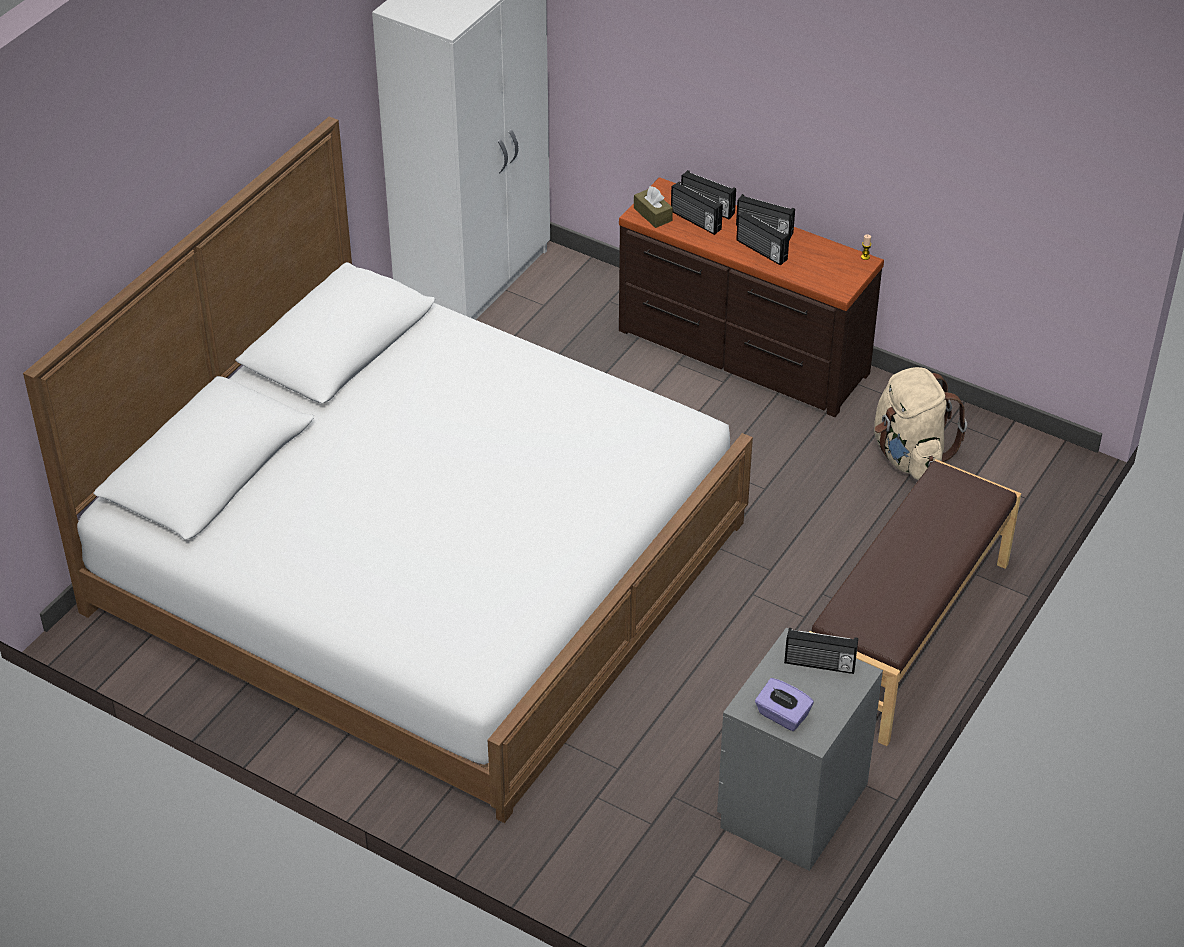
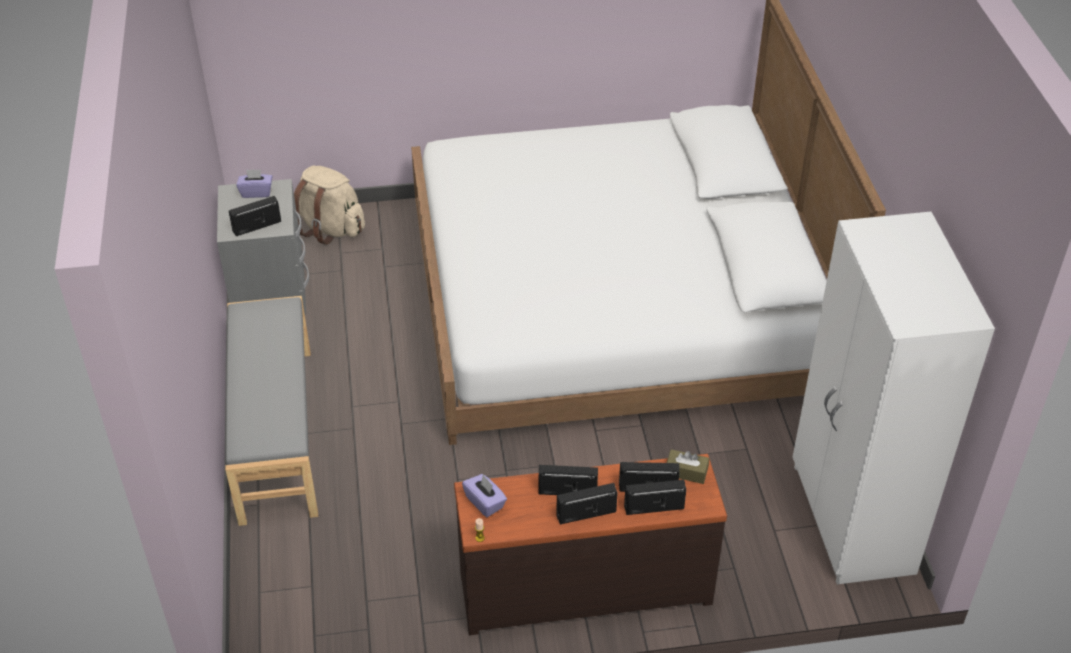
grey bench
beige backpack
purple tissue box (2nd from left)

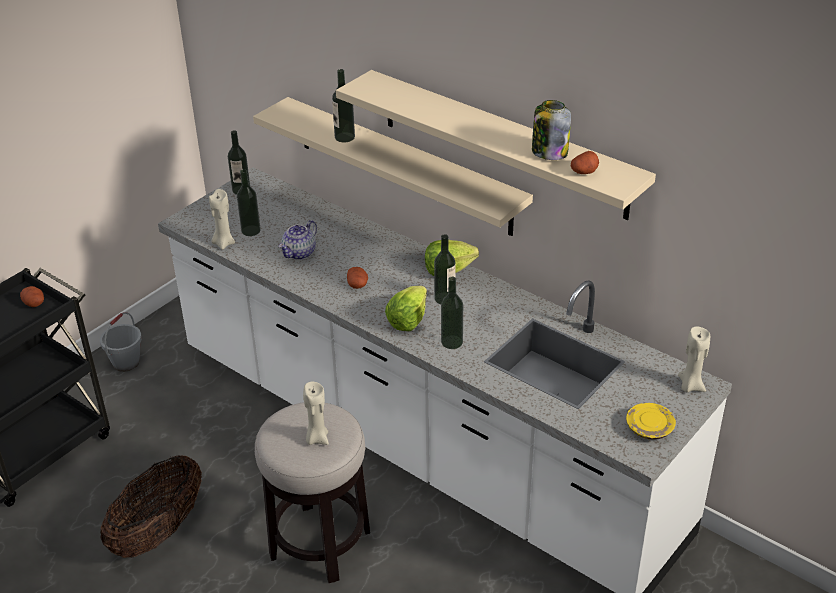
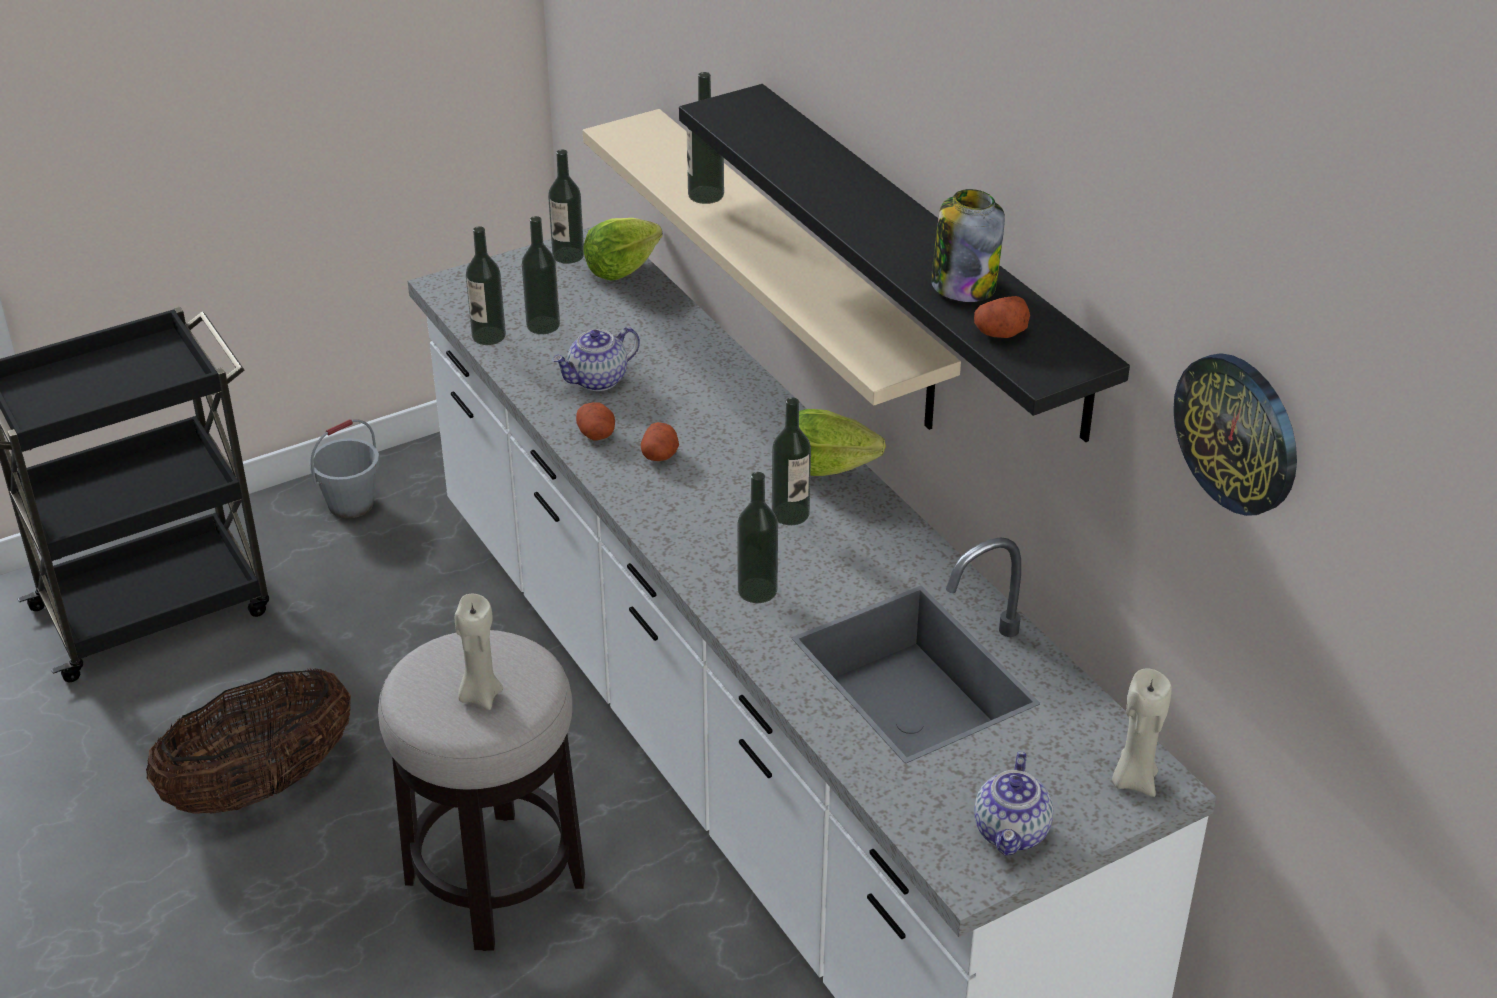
potato (1st from left)
bottle (1st from left)
black shelf
lettuce (1st from left)
teapot (2nd from left)
wall clock

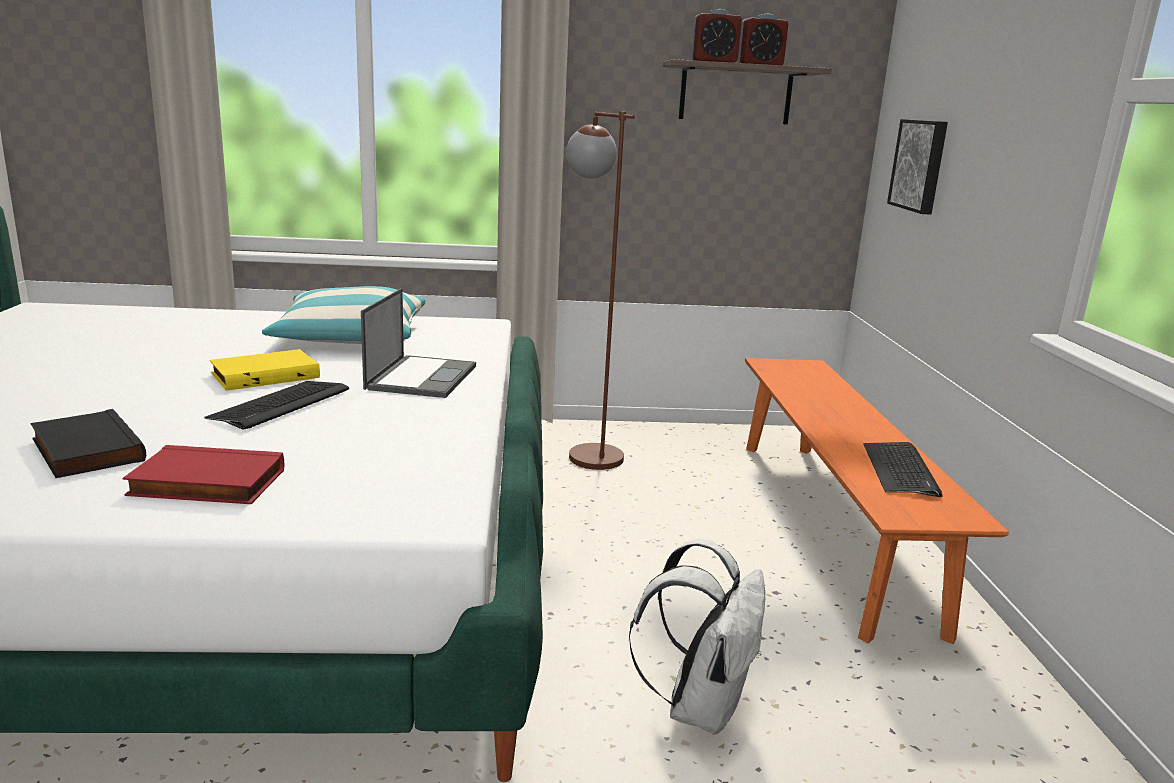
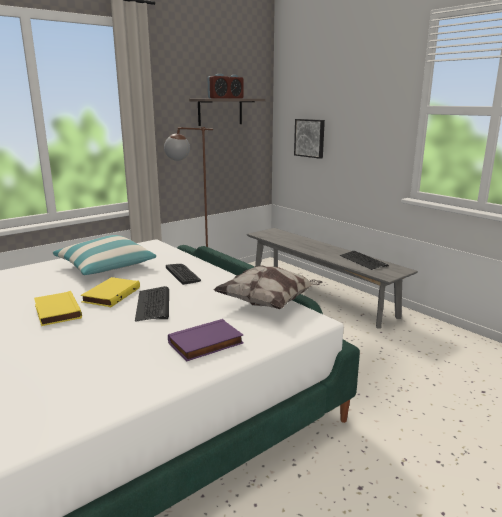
black book
purple book
keyboard (2nd from left)
white backpack
grey bench
yellow book (1st from left)
pillow (2nd from left)

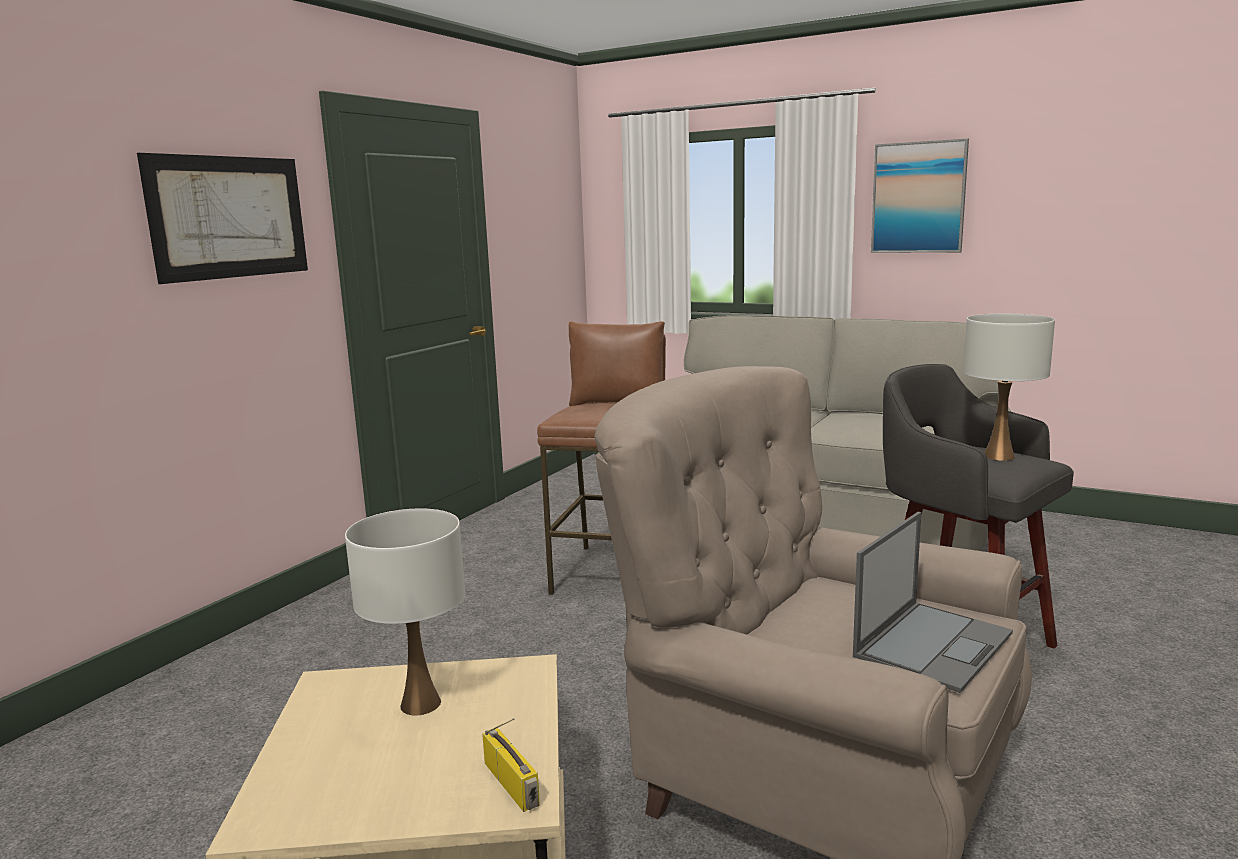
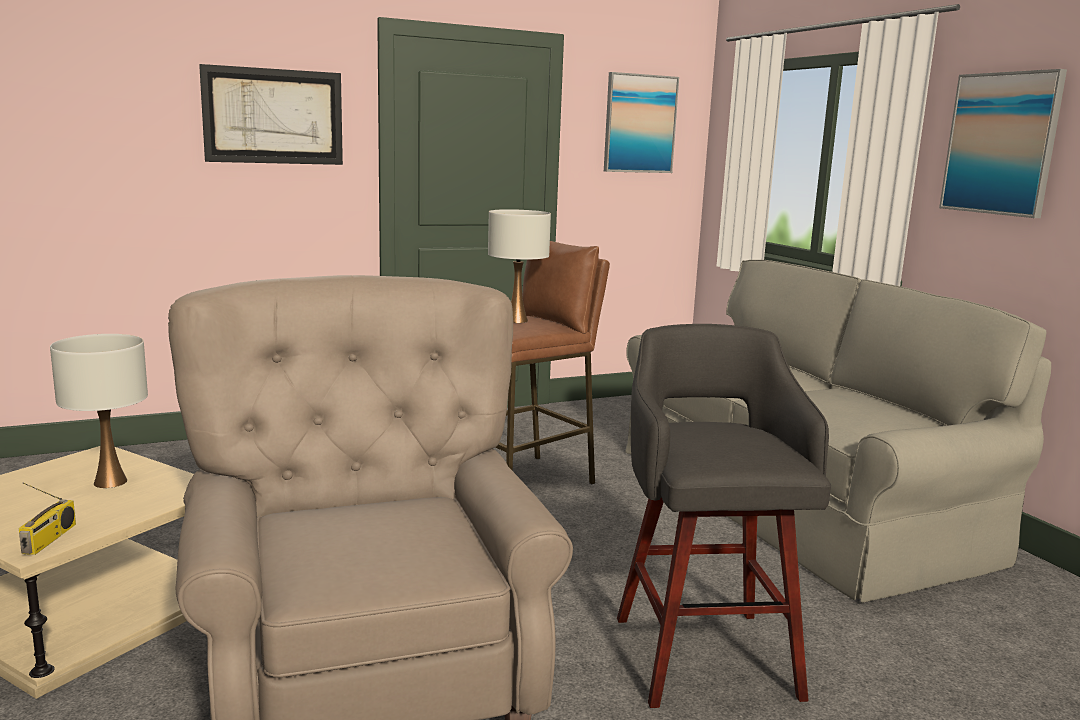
laptop
white table lamp (2nd from left)
picture (2nd from left)

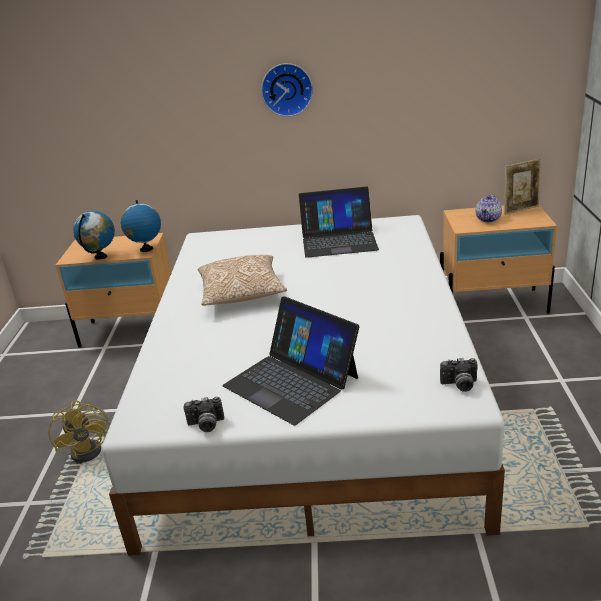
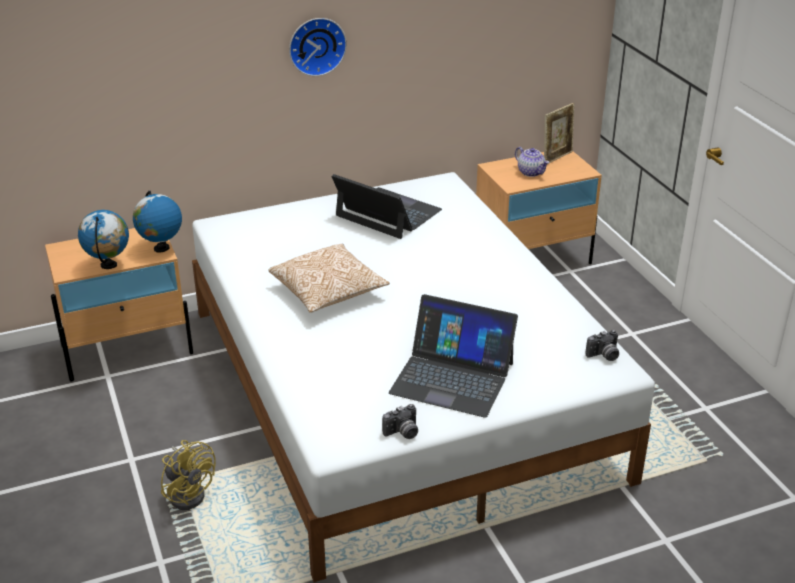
laptop (1st from left)
teapot

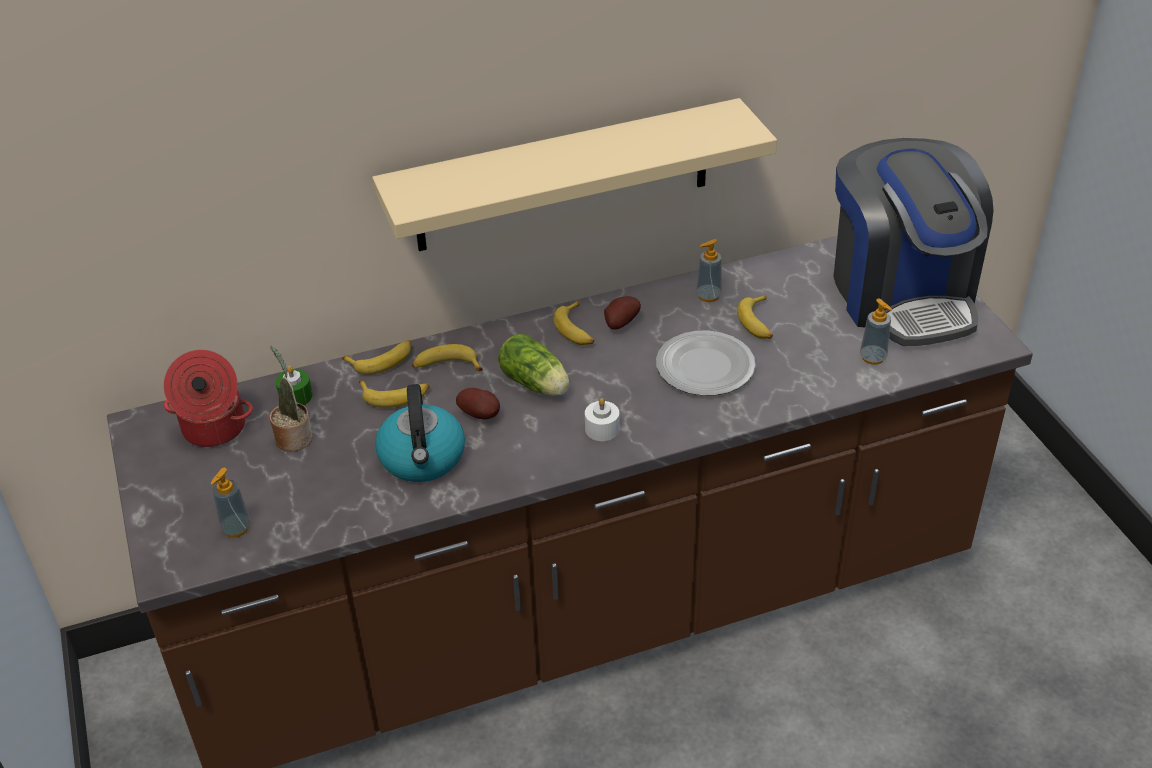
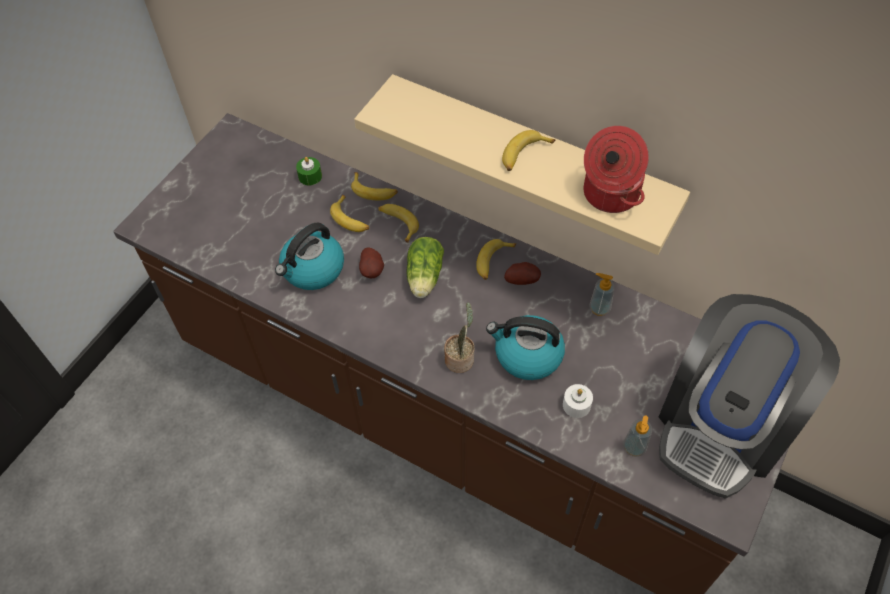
cooking pot
soap dispenser (1st from left in the first image)
potted plant
white candle
kettle (2nd from left)
banana (5th from left)

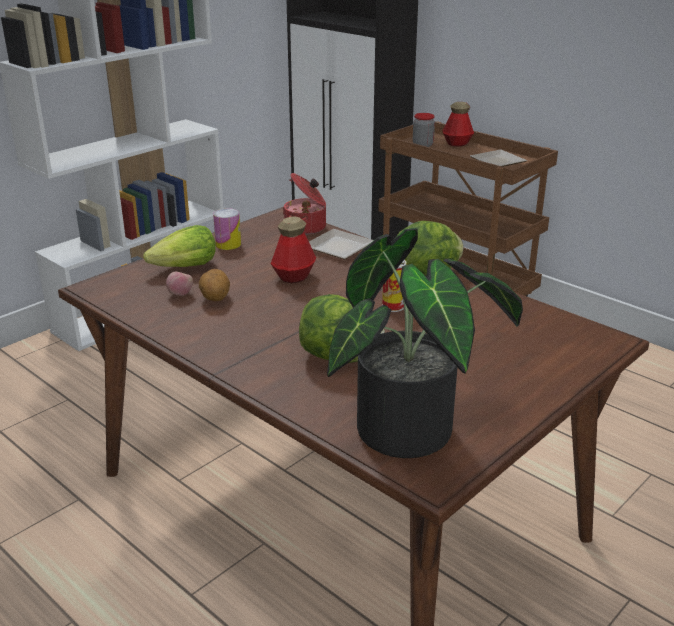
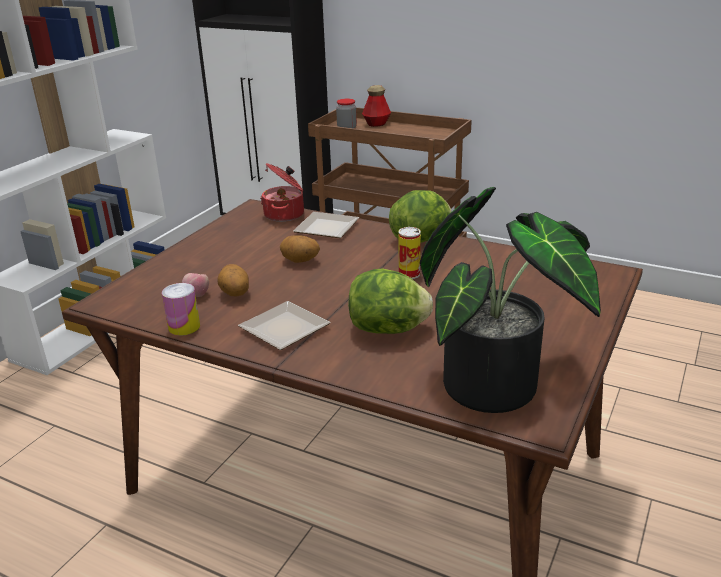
lettuce (1st from left in the first image)
can (1st from left)
potato (2nd from left)
plate (1st from left)

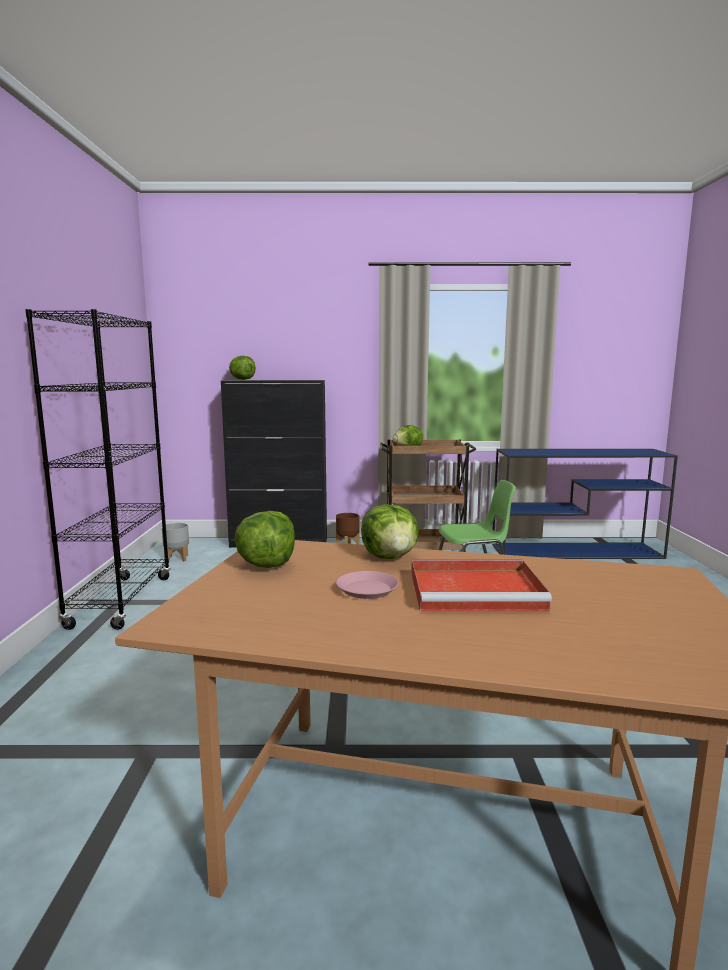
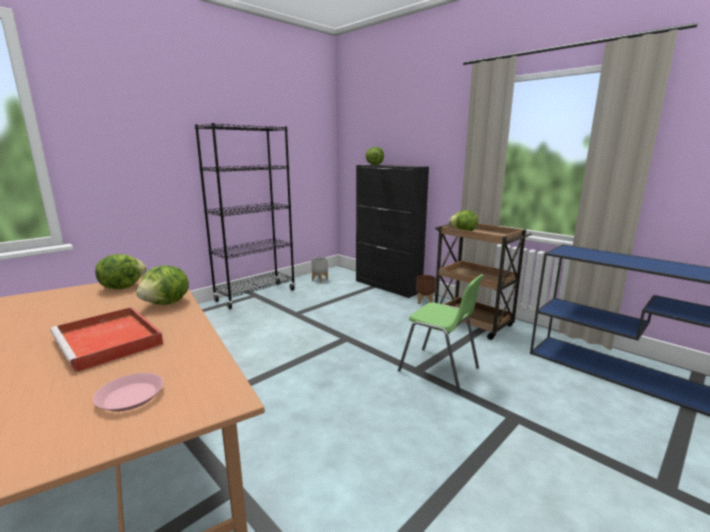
pink plate

